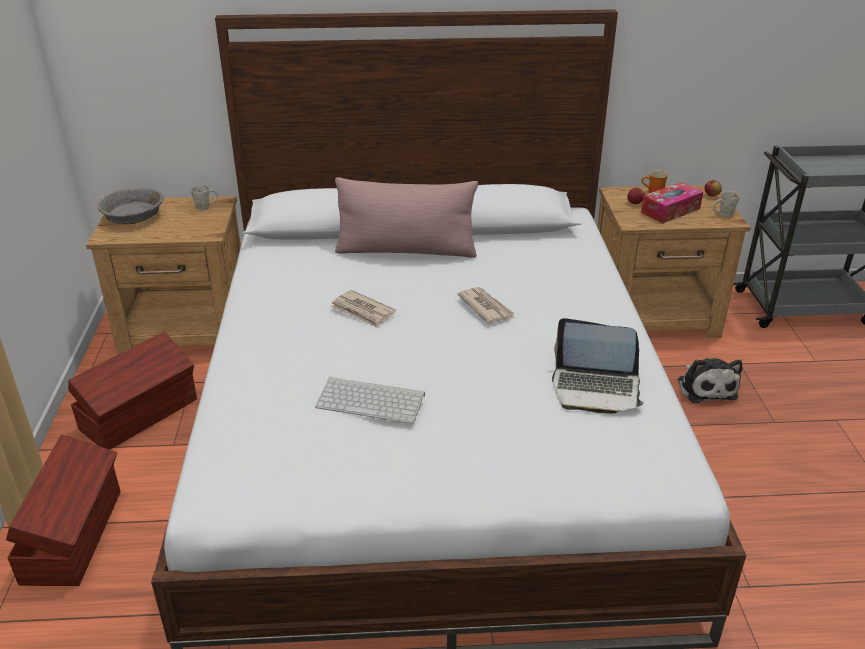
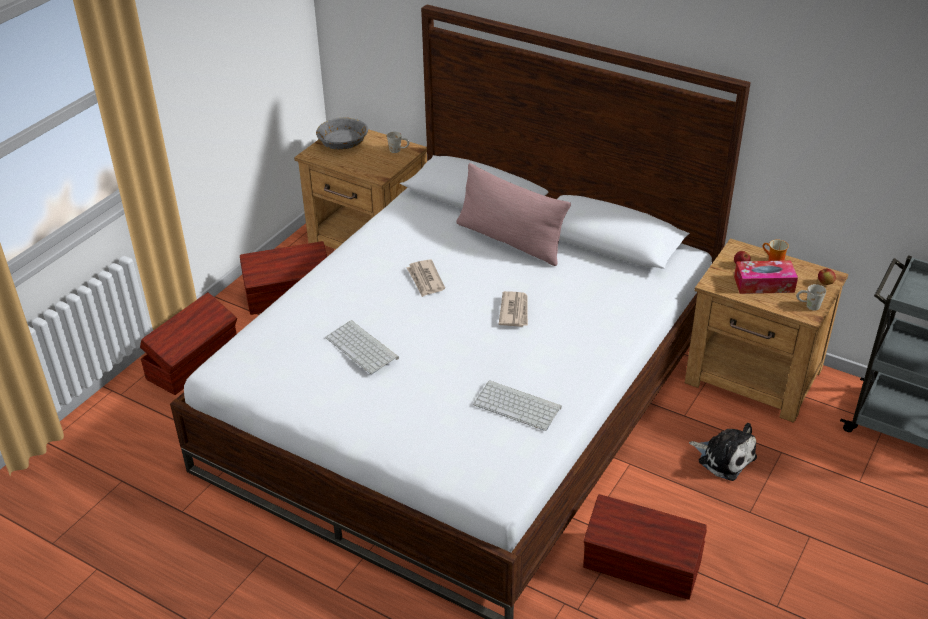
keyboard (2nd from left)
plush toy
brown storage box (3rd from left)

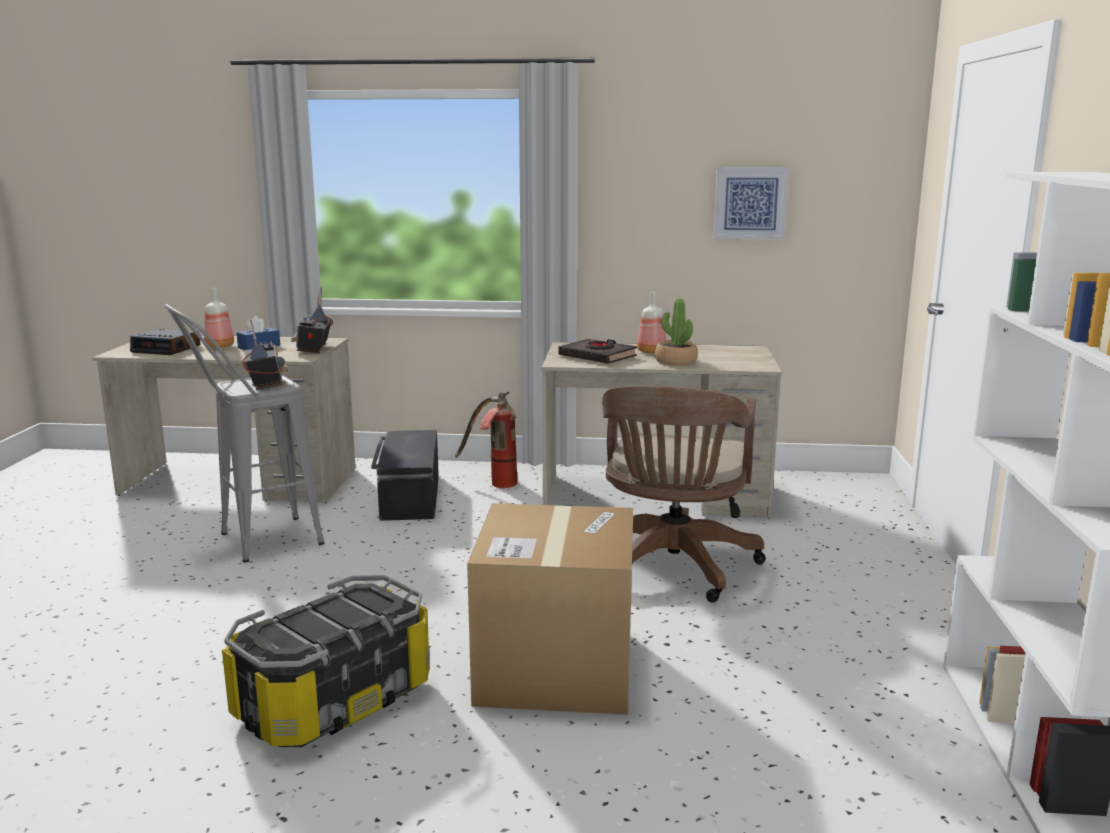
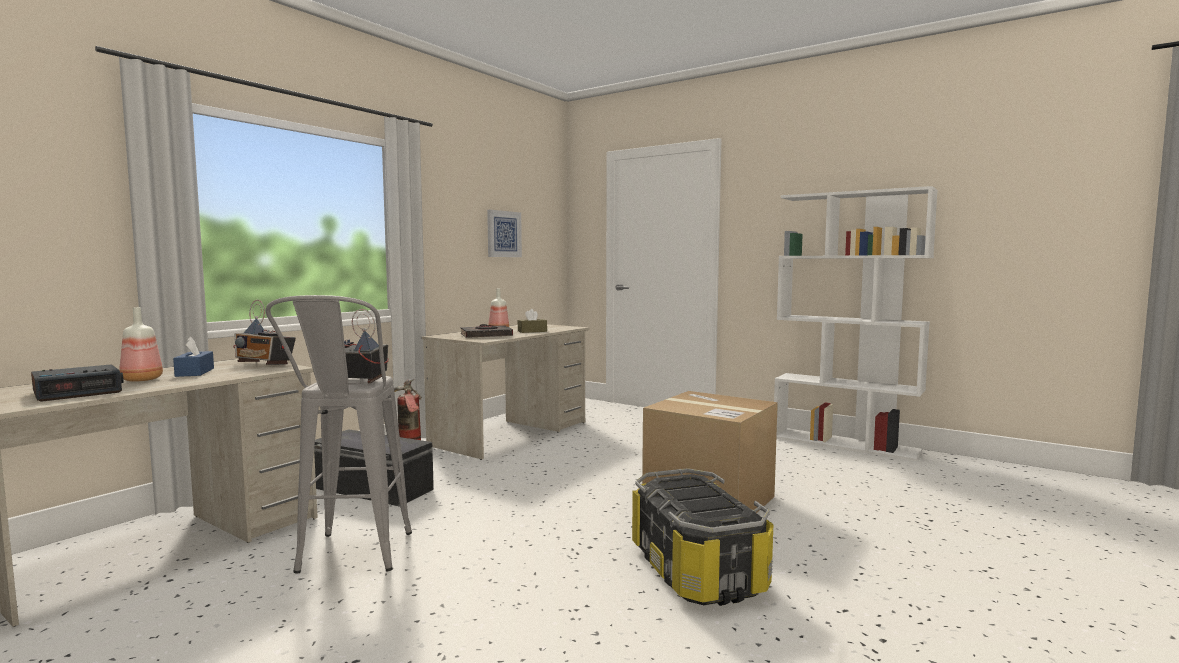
brown office chair
brown tissue box

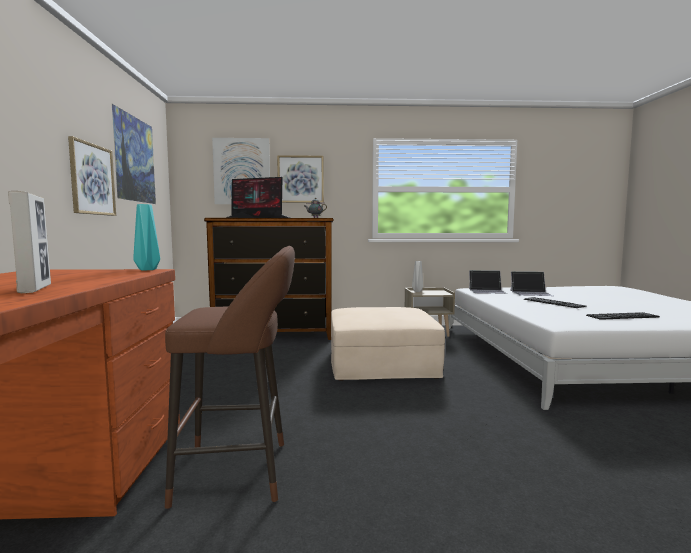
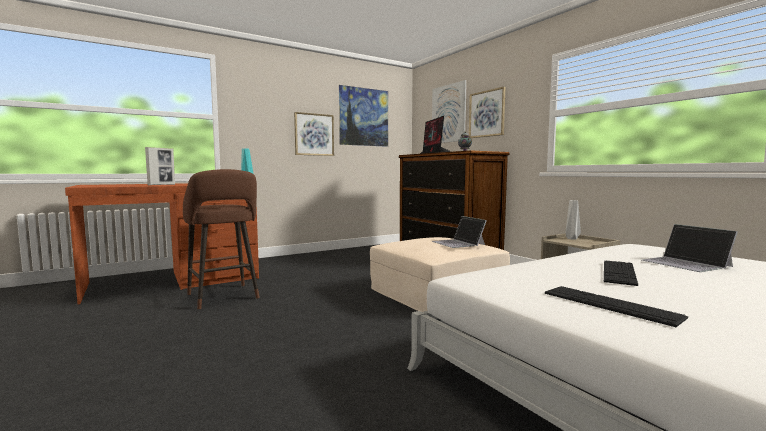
laptop (1st from left)

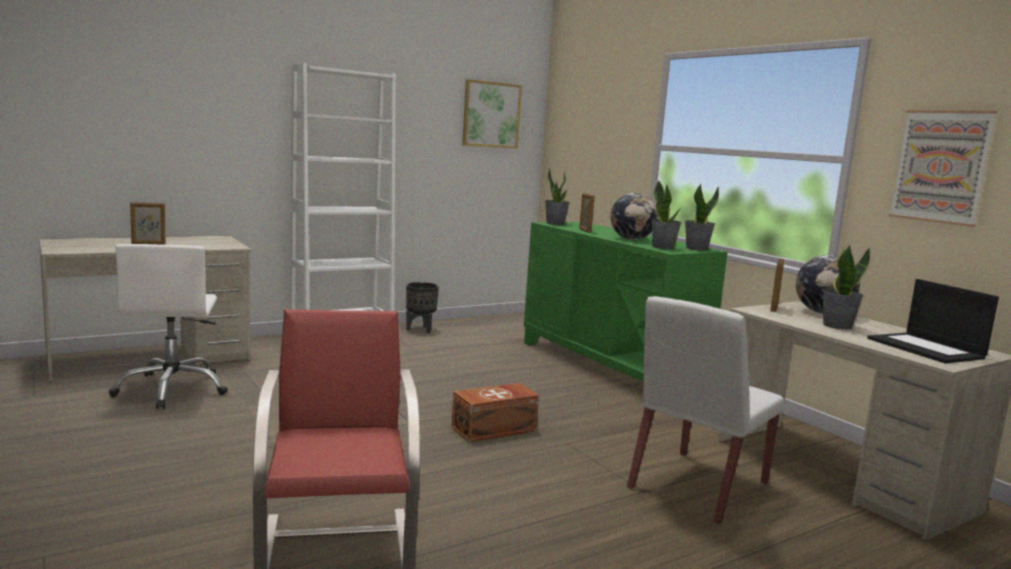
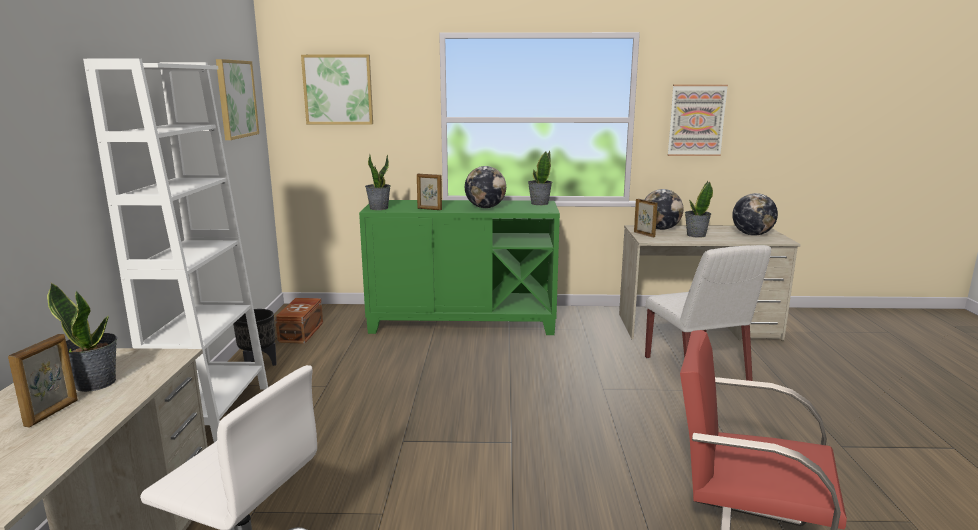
brown storage box
potted plant (1st from left)
globe (3rd from left)
picture (2nd from left)

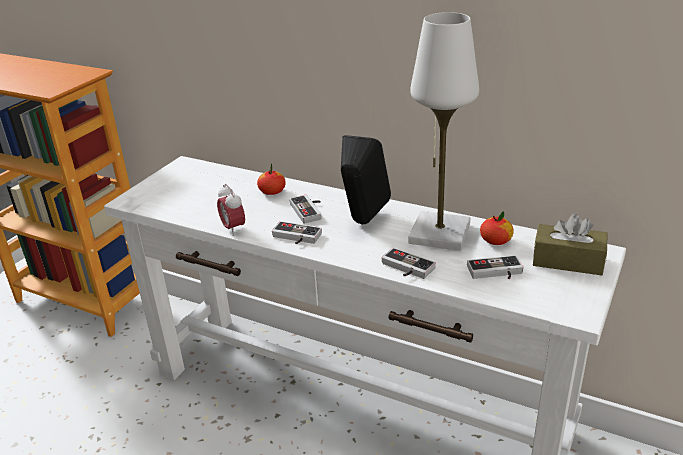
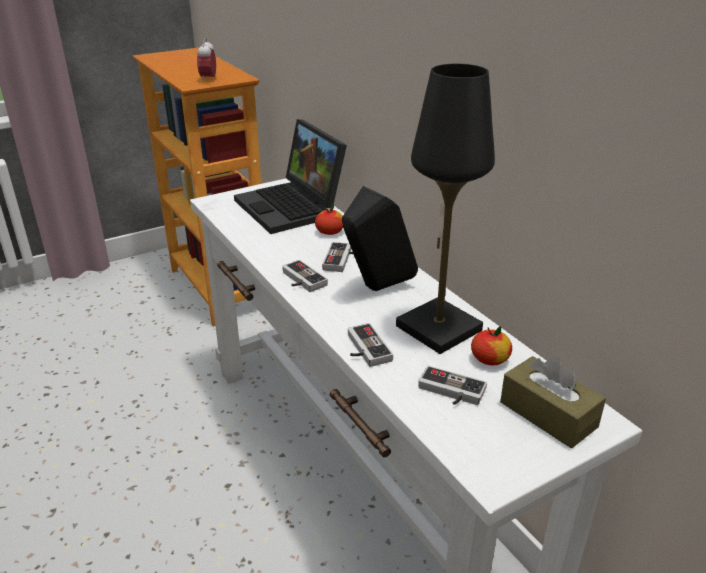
alarm clock
black table lamp
laptop

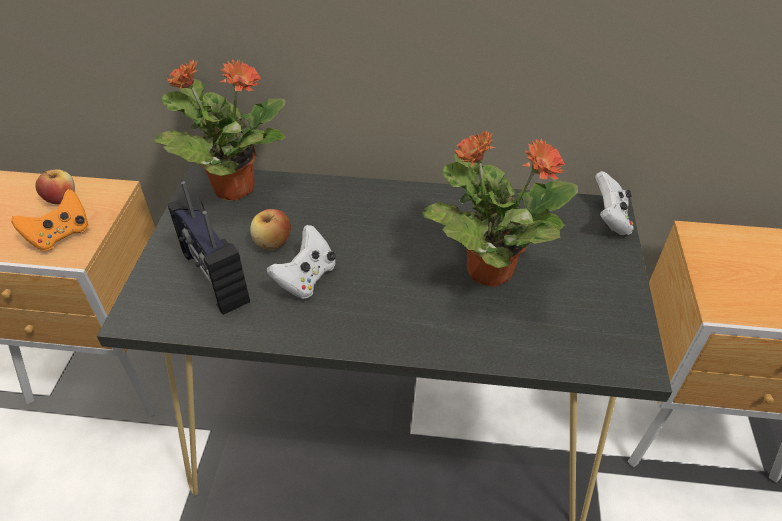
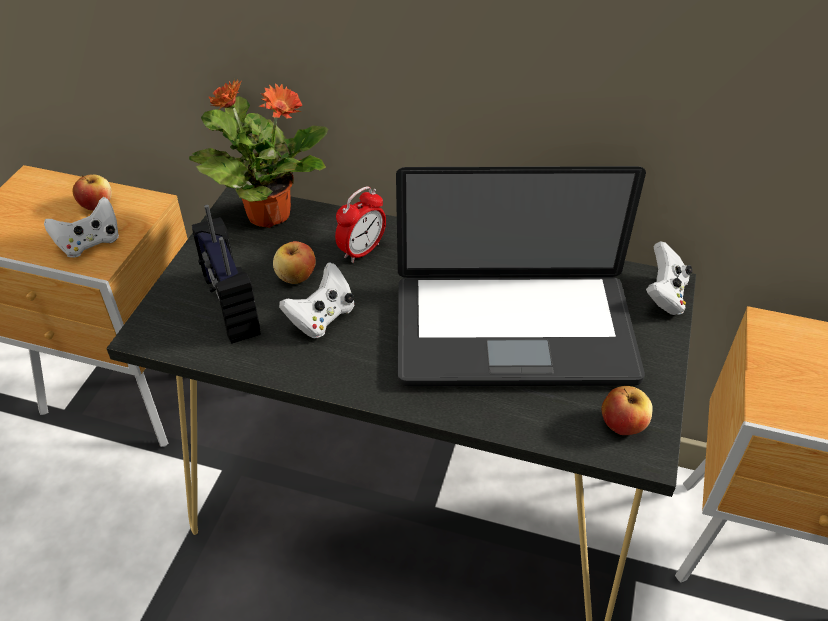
white game controller (1st from left)
laptop
alarm clock
apple (3rd from left)

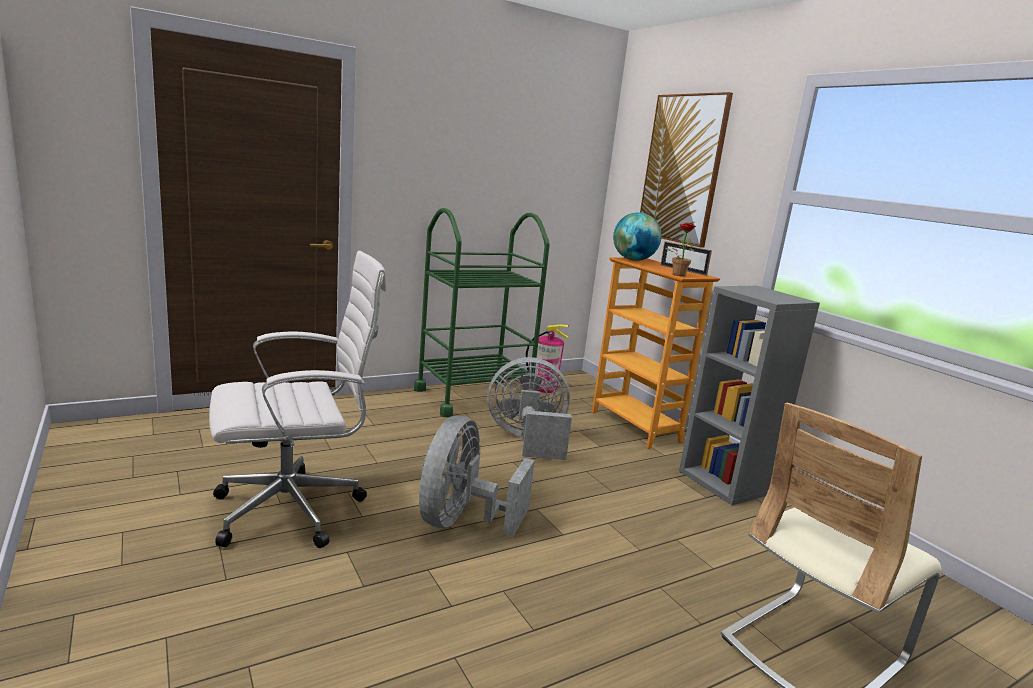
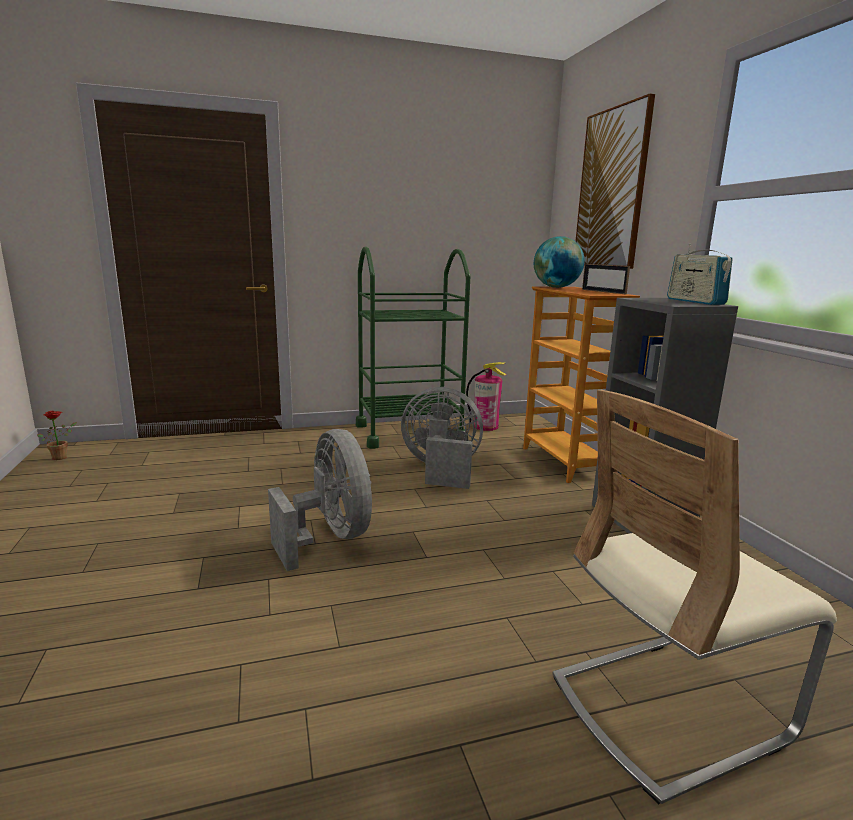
white office chair
grey fan (1st from left)
potted plant
radio

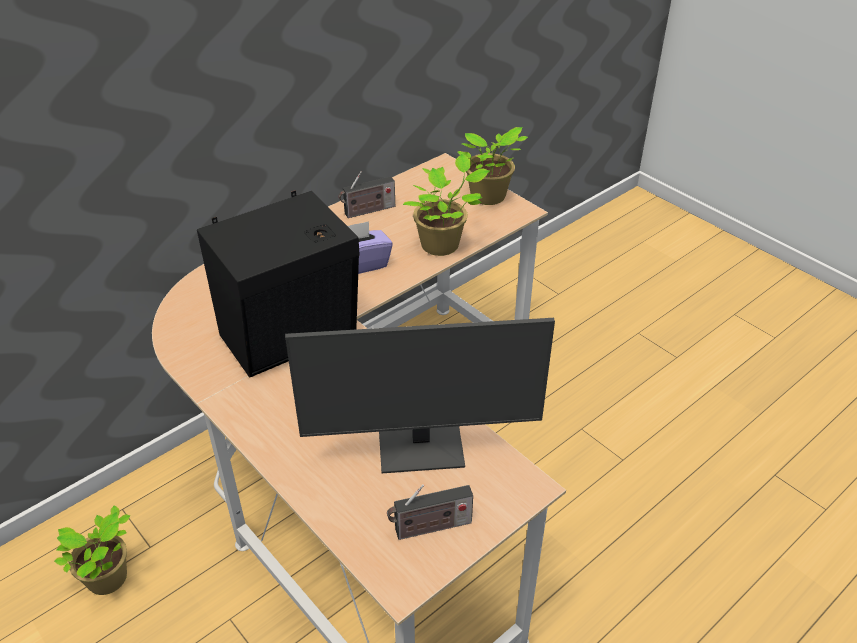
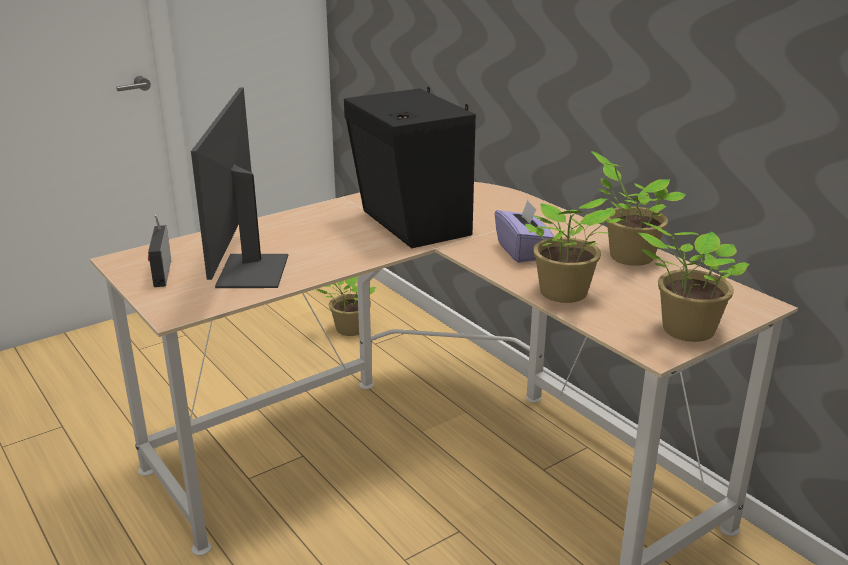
potted plant (3rd from left)

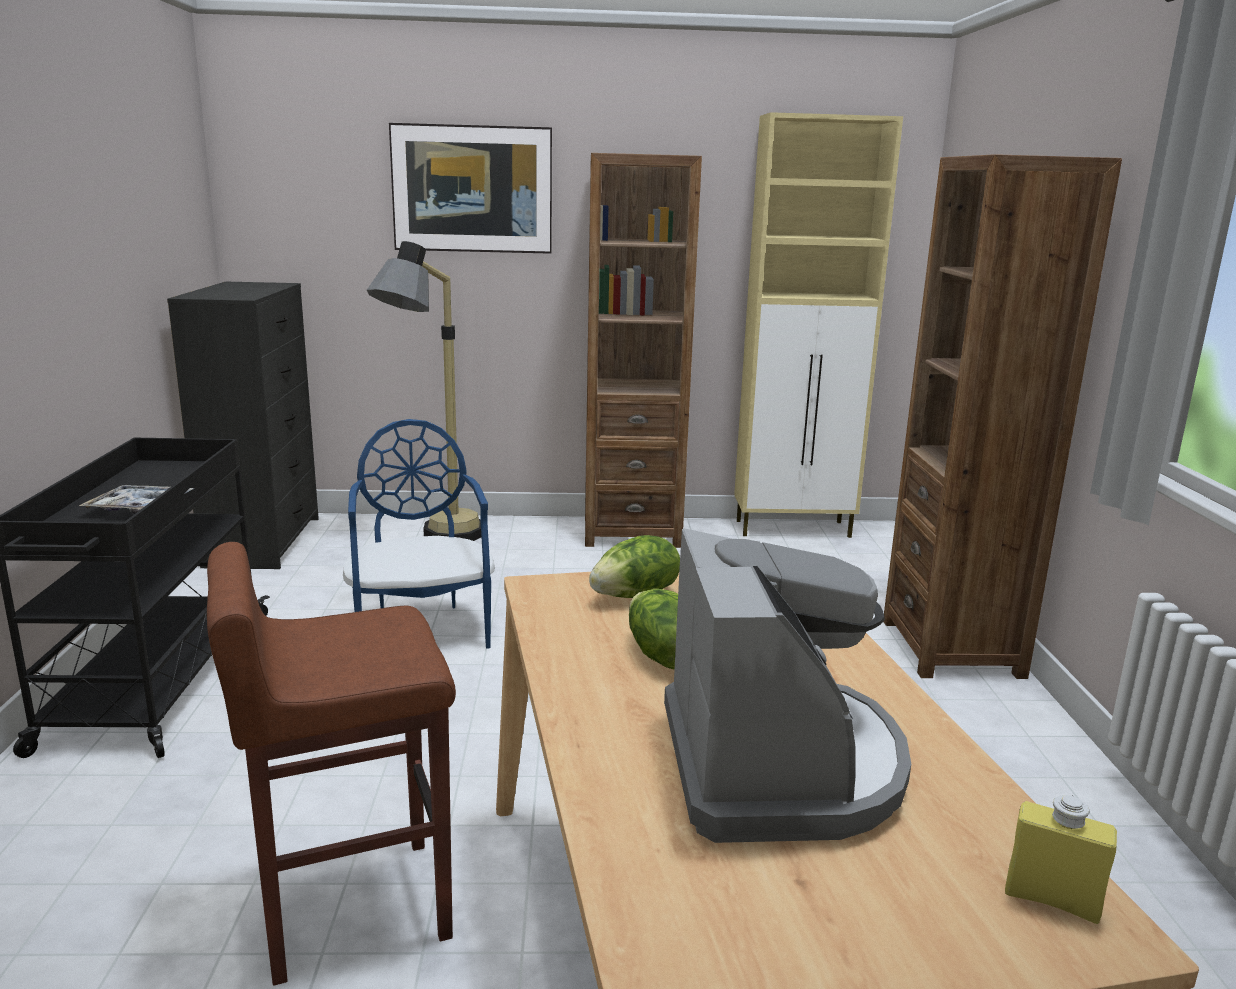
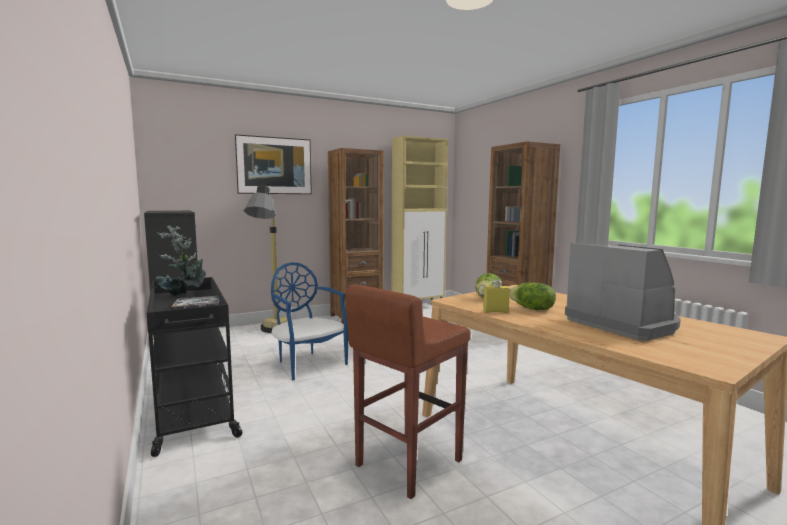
yellow bottle
potted plant

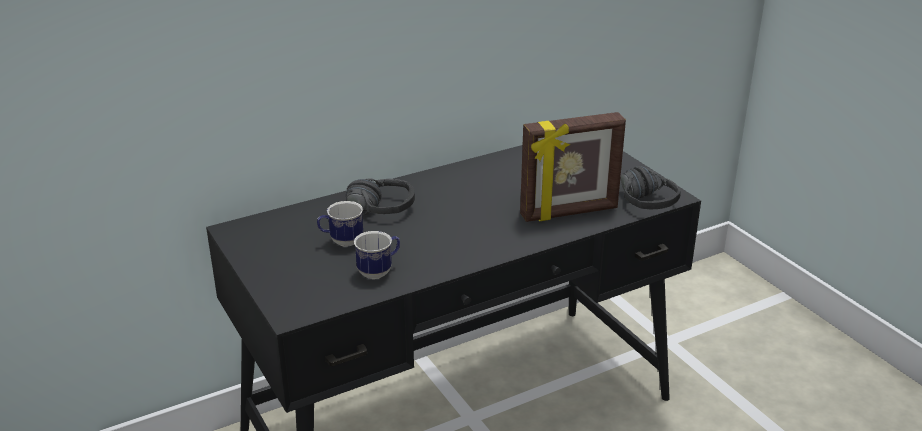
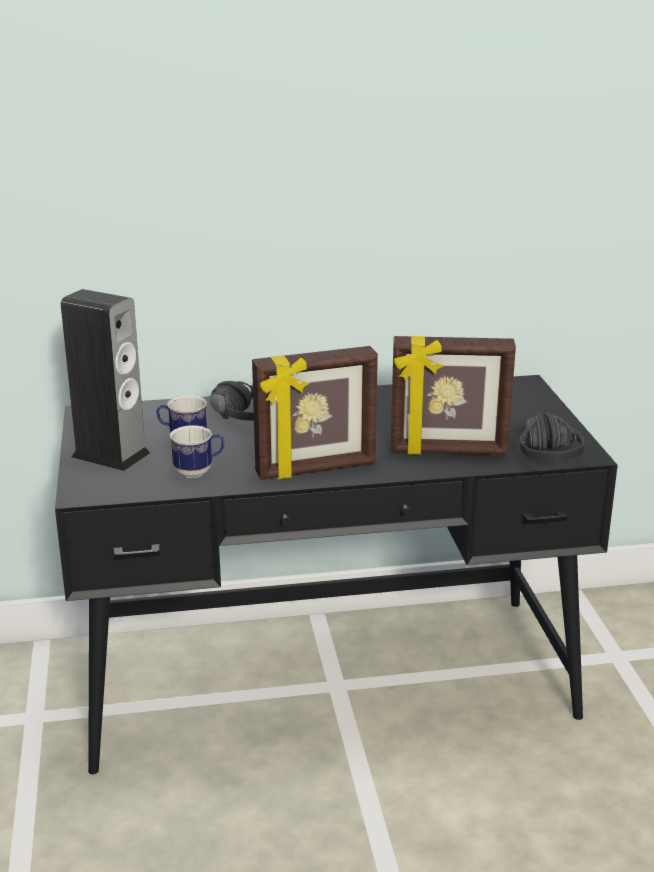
speaker
picture frame (1st from left)

